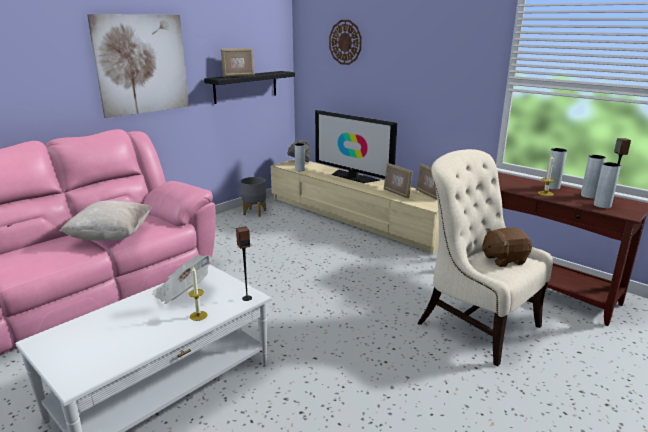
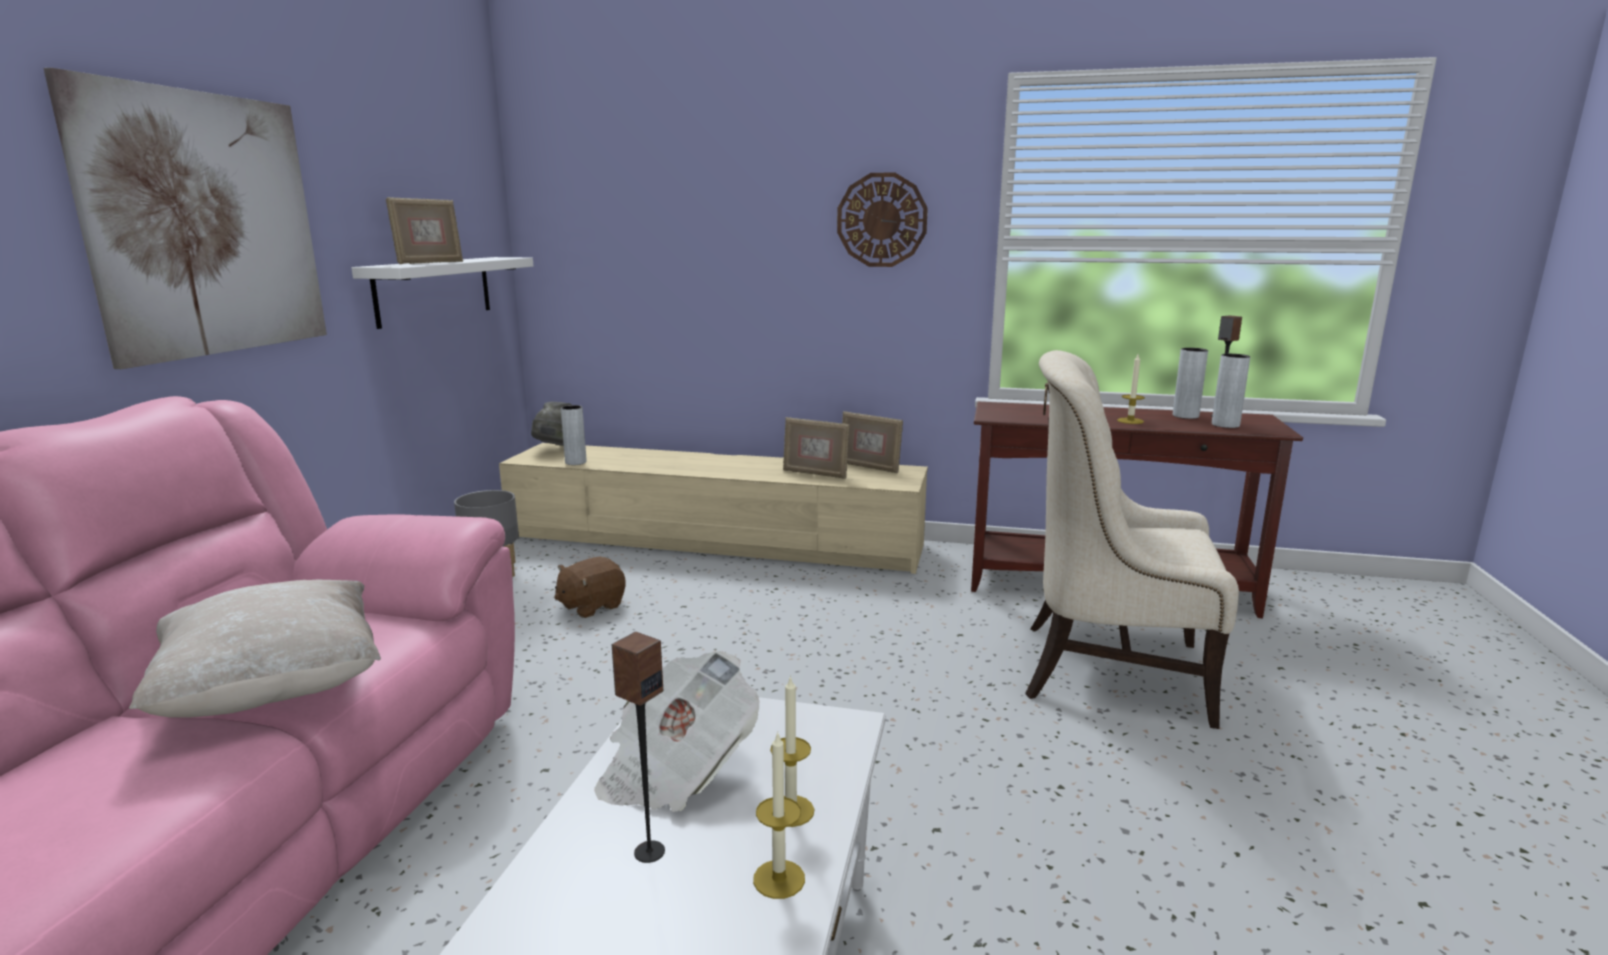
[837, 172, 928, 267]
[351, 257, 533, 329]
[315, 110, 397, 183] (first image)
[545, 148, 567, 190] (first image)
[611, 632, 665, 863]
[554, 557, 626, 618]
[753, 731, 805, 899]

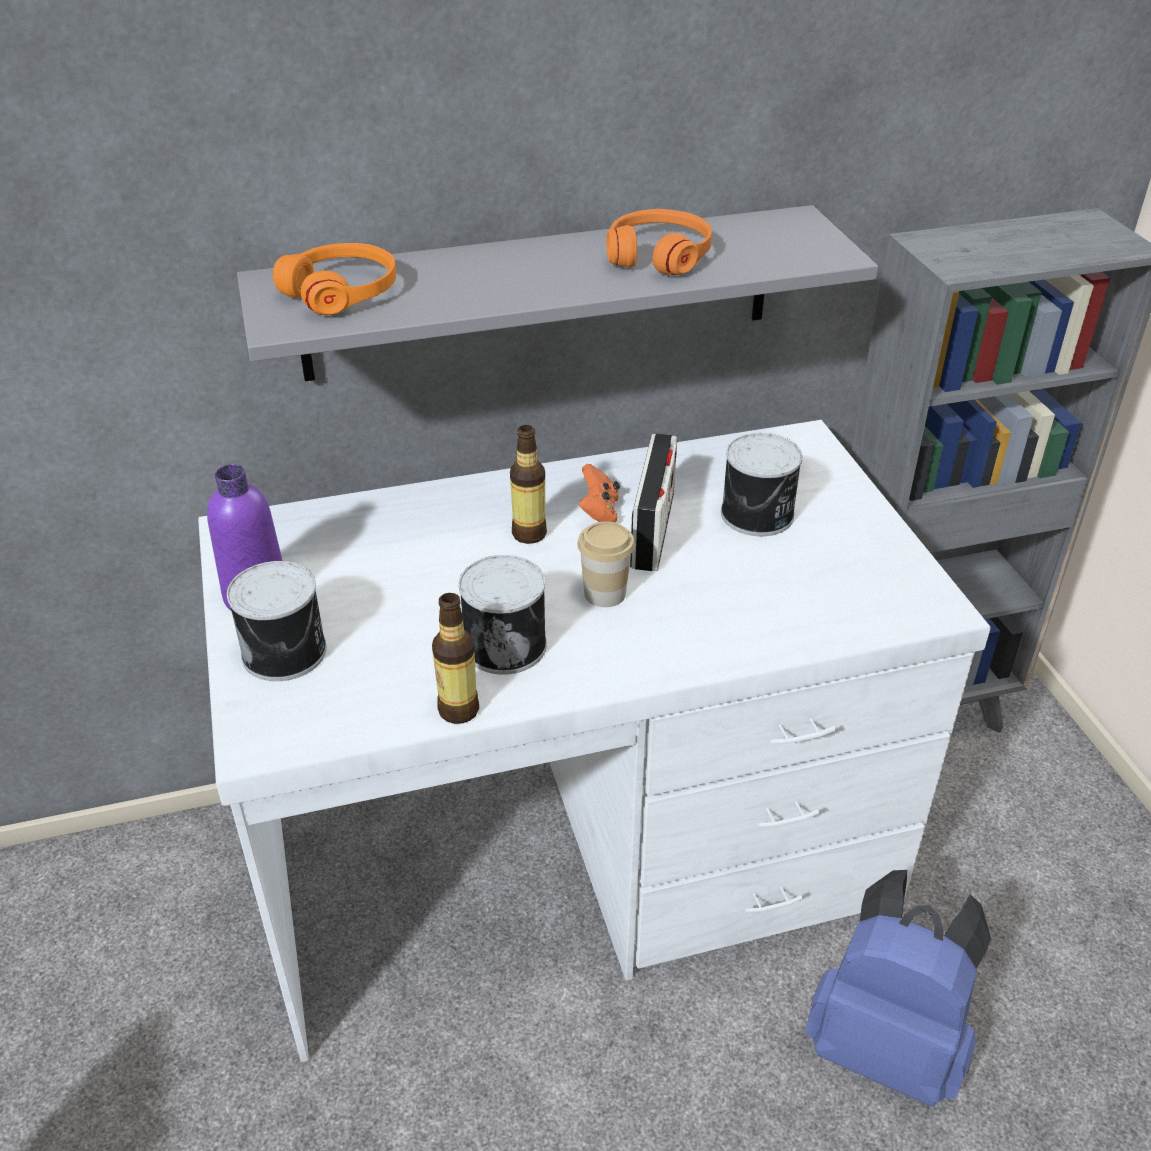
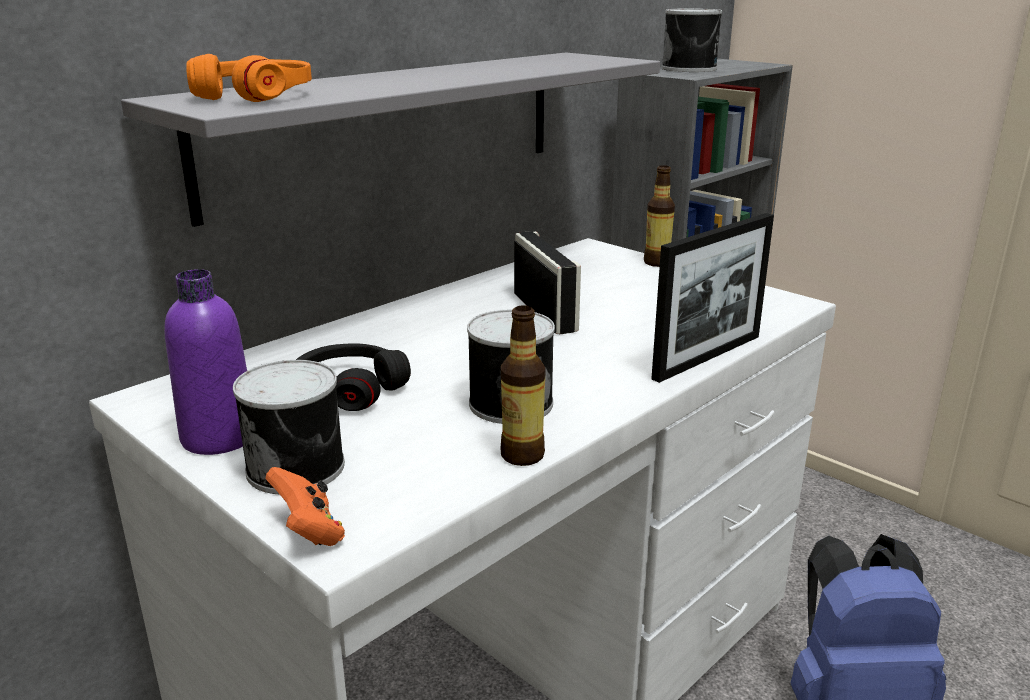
[606, 209, 712, 275] (first image)
[644, 165, 675, 267]
[661, 8, 722, 72]
[266, 467, 345, 546]
[577, 521, 635, 607] (first image)
[651, 213, 774, 383]
[296, 343, 411, 411]

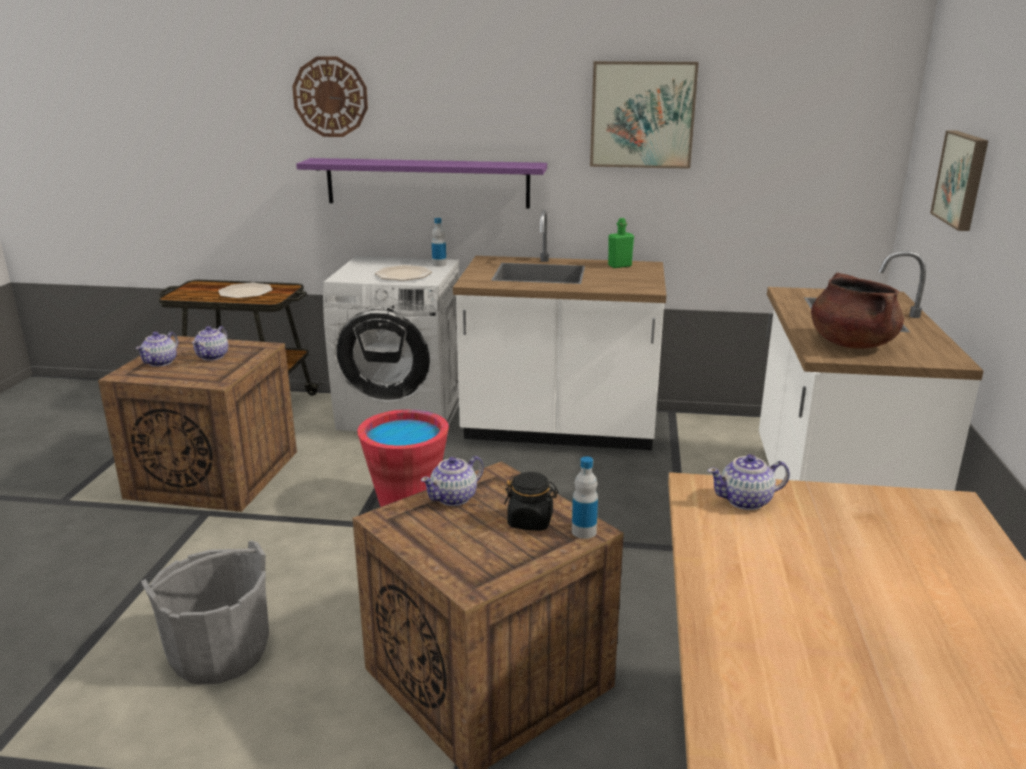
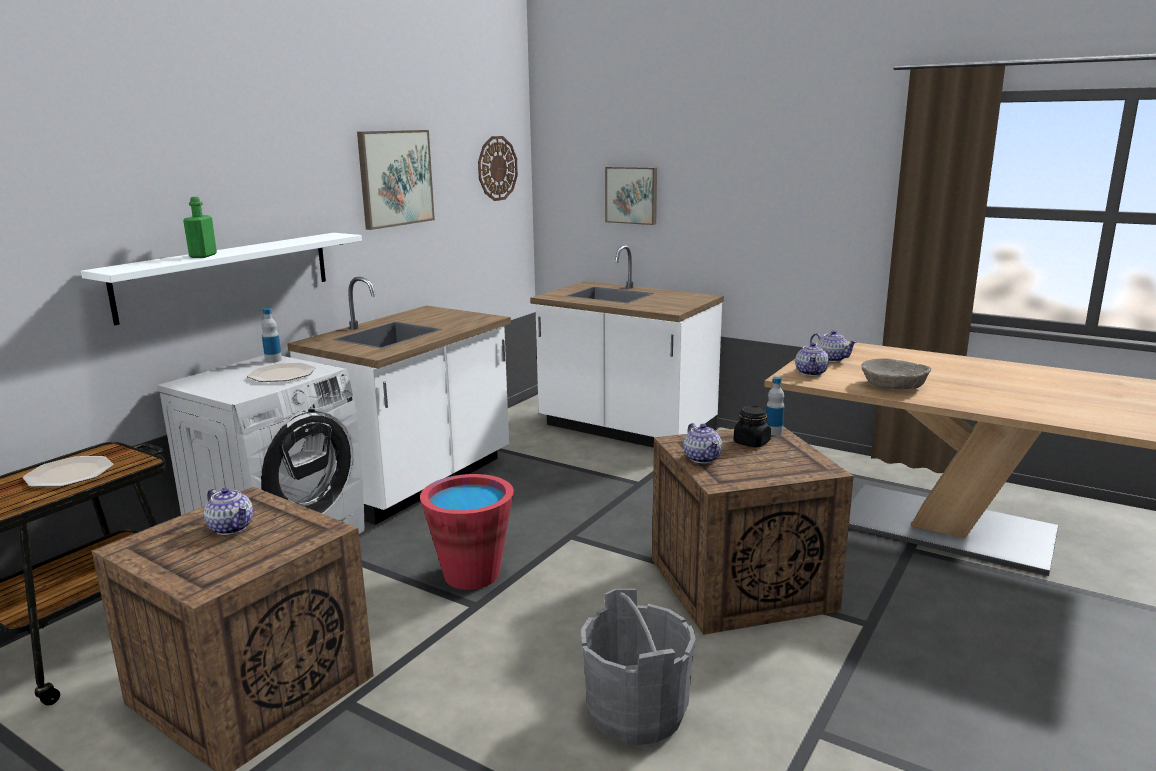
[478, 136, 518, 201]
[81, 233, 362, 325]
[183, 197, 217, 258]
[811, 272, 904, 349] (first image)
[810, 330, 857, 362]
[862, 358, 931, 389]

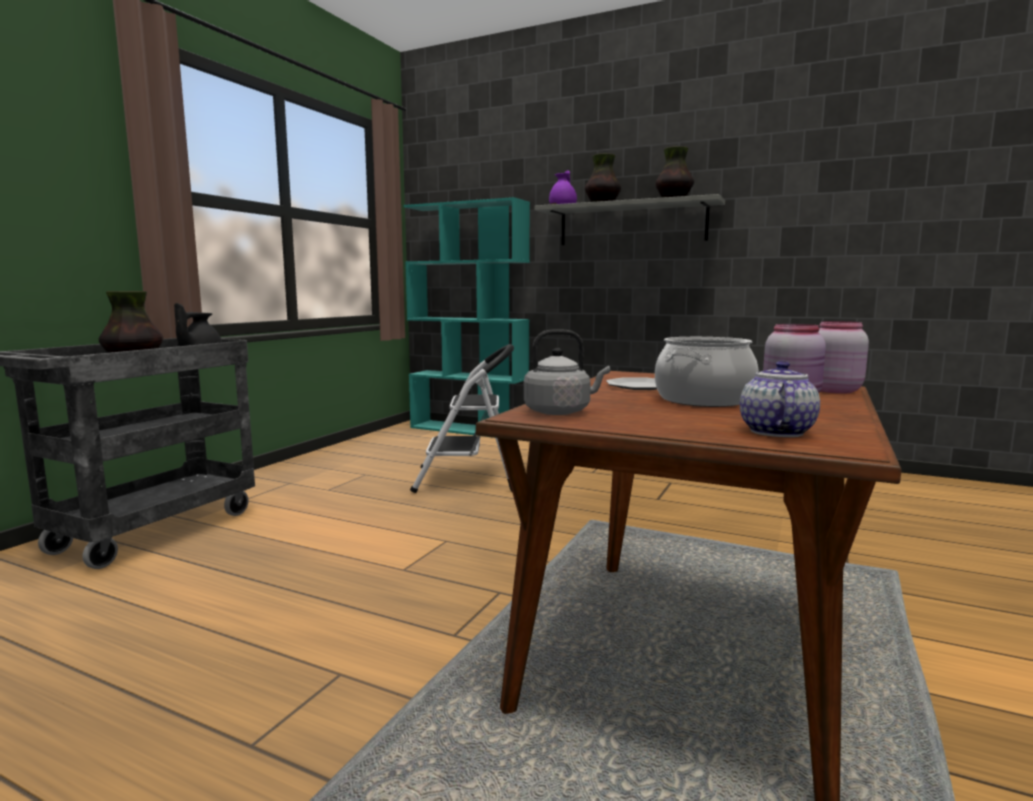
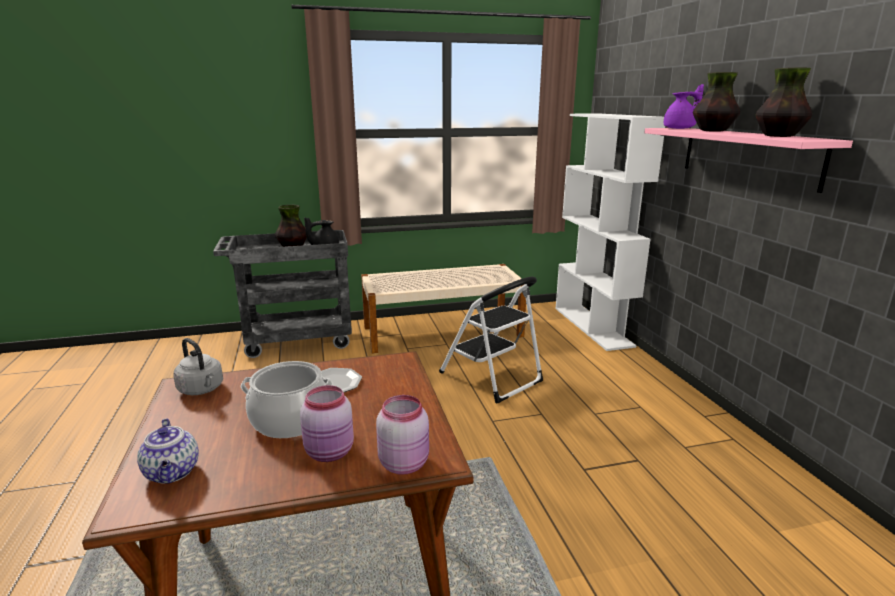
[644, 128, 853, 193]
[556, 113, 665, 351]
[137, 418, 199, 484]
[361, 264, 526, 354]

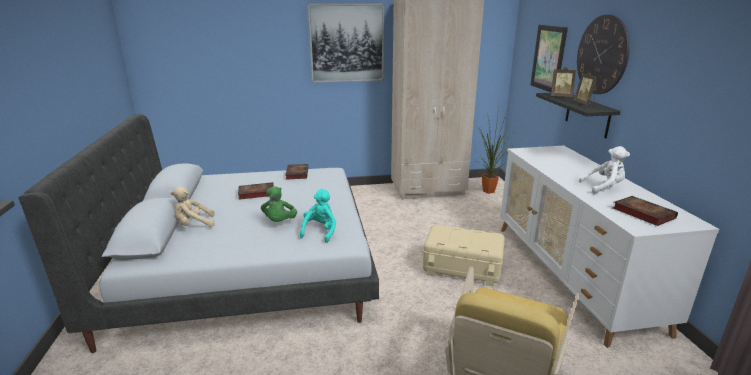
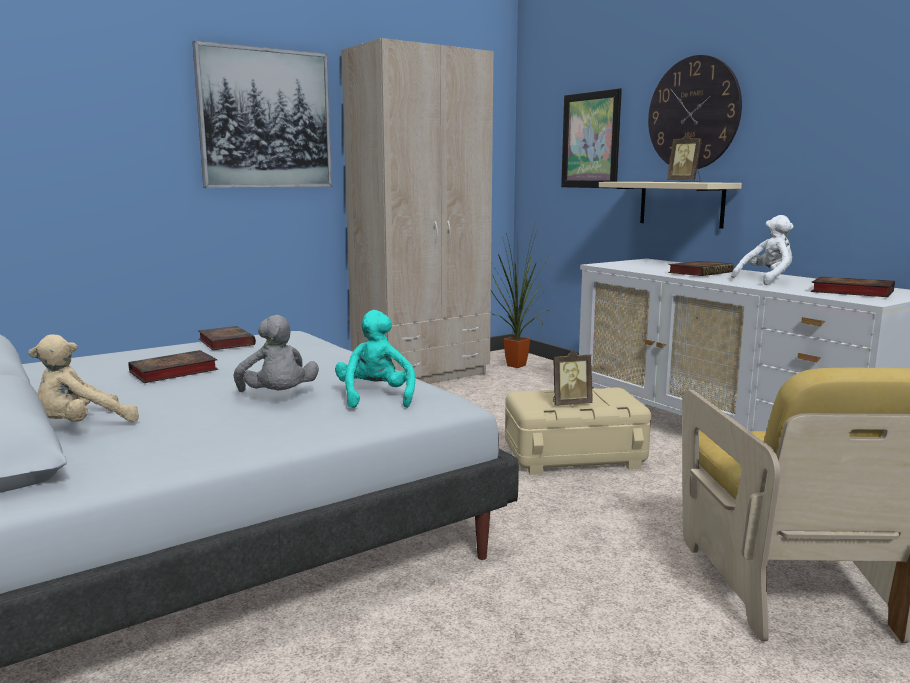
[553, 350, 593, 406]
[599, 182, 742, 229]
[234, 315, 319, 392]
[668, 261, 734, 276]

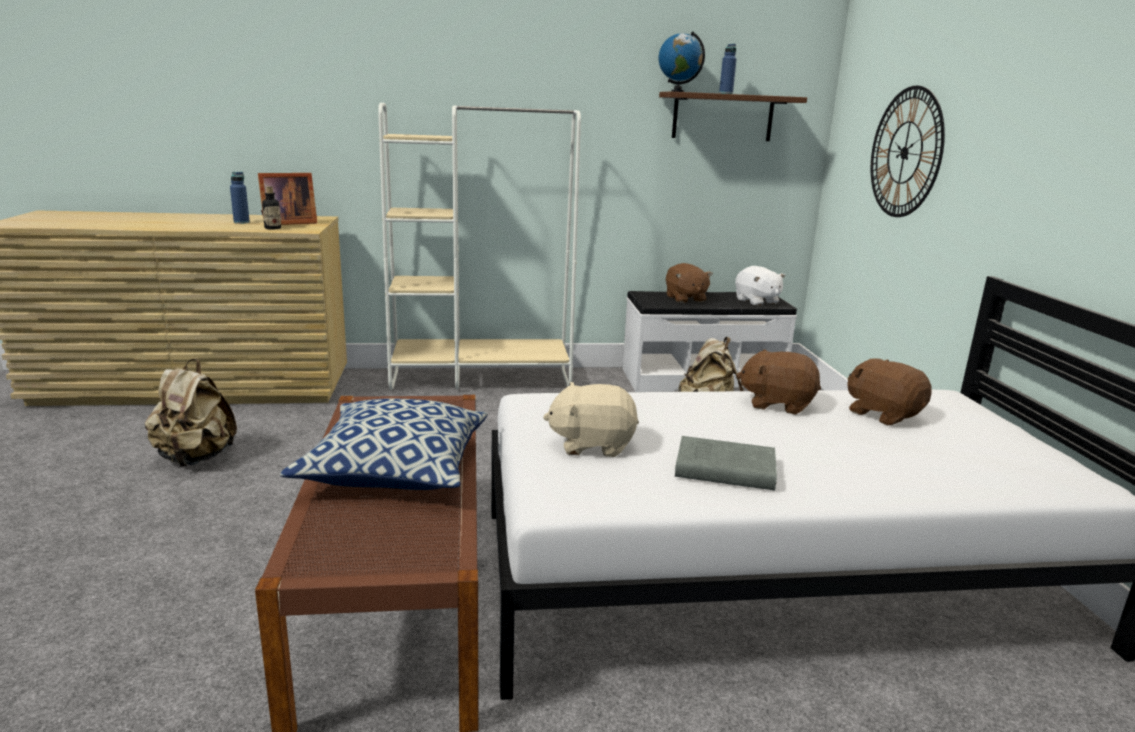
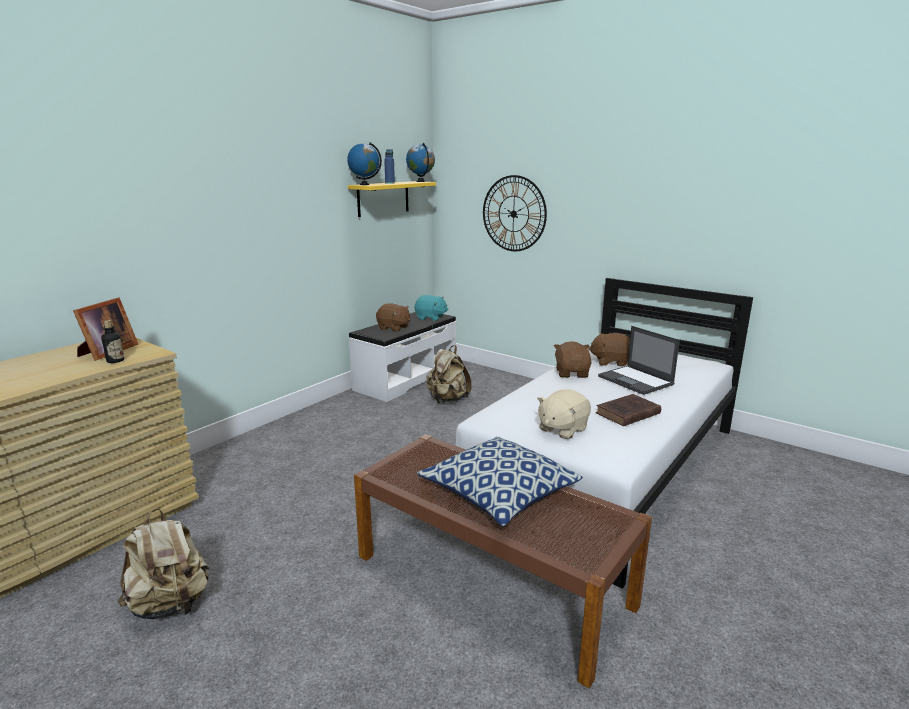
[348, 181, 436, 217]
[378, 103, 581, 390] (first image)
[230, 172, 250, 224] (first image)
[415, 295, 448, 321]
[554, 341, 592, 378]
[596, 394, 661, 426]
[406, 143, 435, 182]
[598, 326, 680, 395]

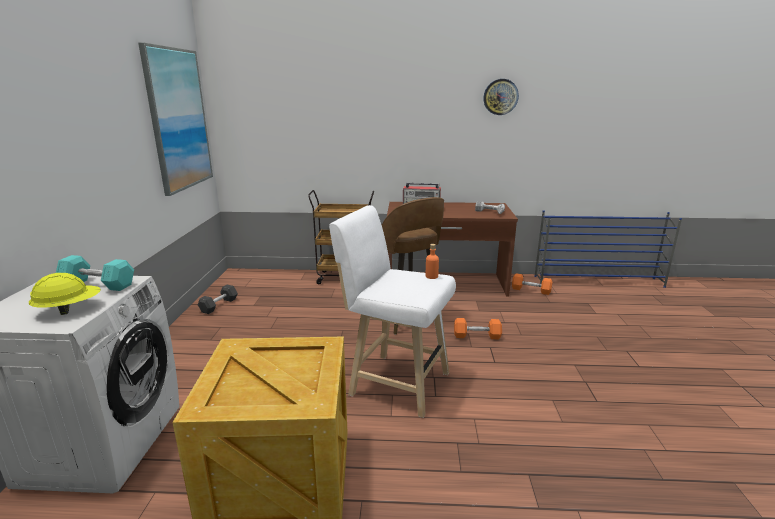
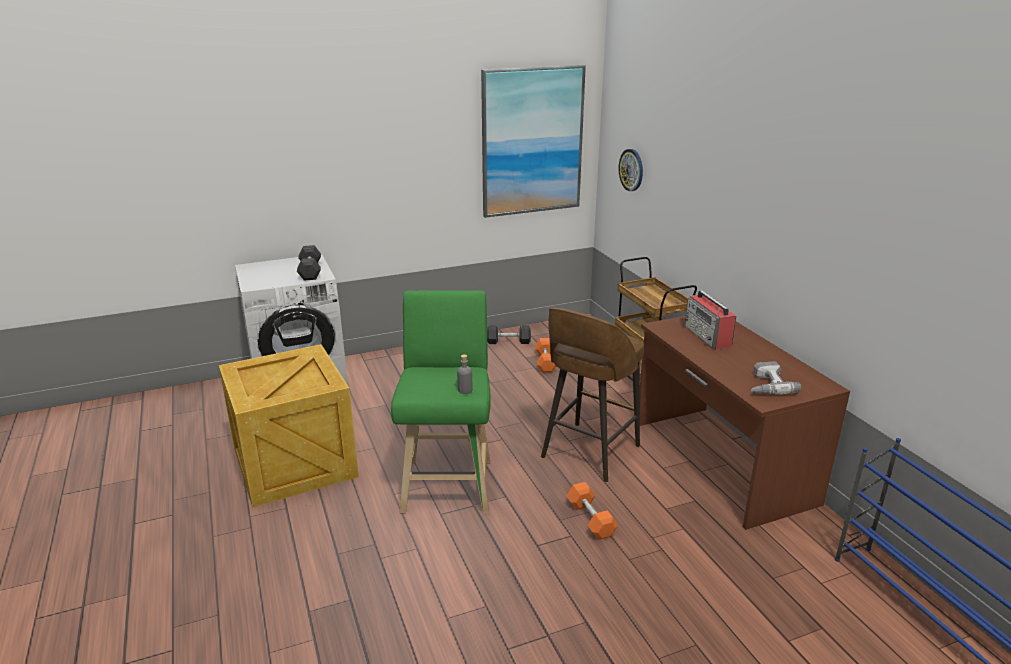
[619, 149, 643, 191]
[391, 290, 491, 514]
[457, 355, 473, 394]
[297, 245, 321, 281]
[29, 273, 101, 315] (first image)
[535, 338, 556, 373]

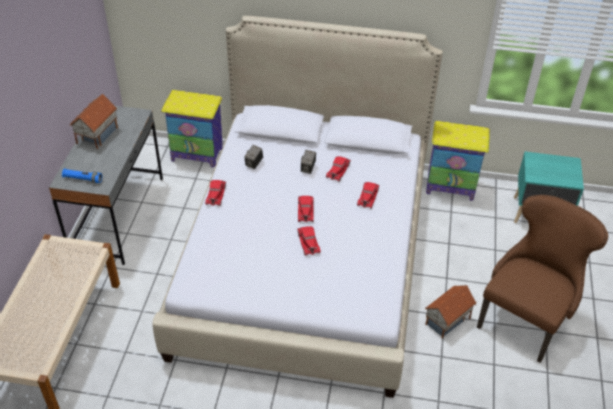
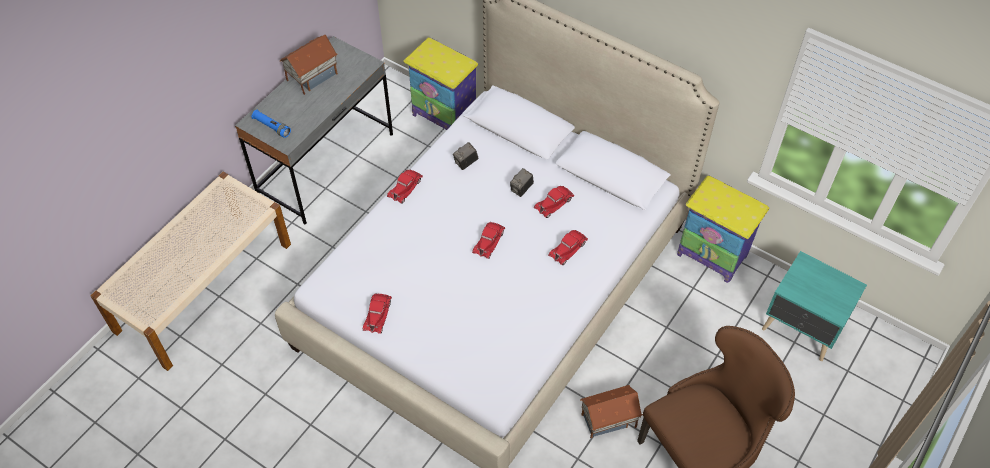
[362, 293, 392, 334]

